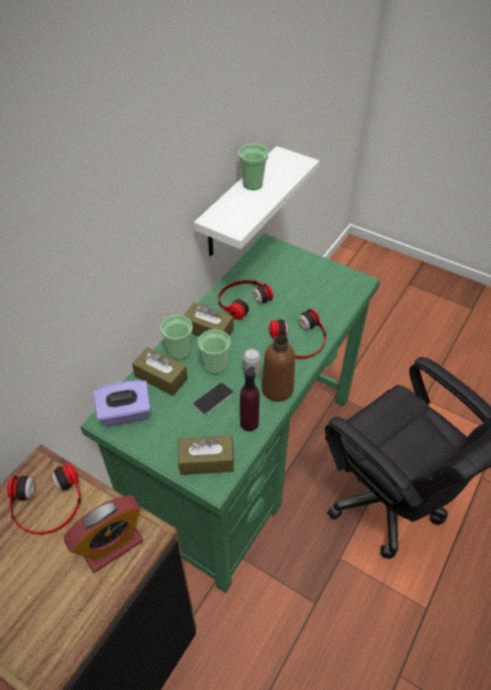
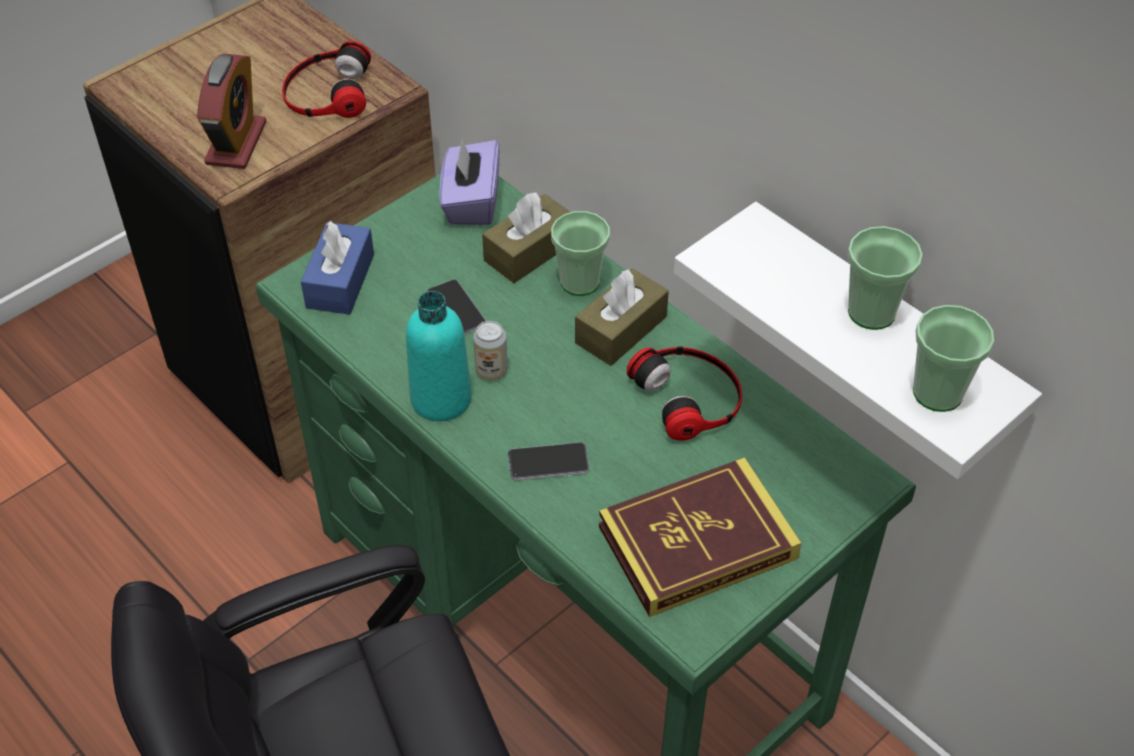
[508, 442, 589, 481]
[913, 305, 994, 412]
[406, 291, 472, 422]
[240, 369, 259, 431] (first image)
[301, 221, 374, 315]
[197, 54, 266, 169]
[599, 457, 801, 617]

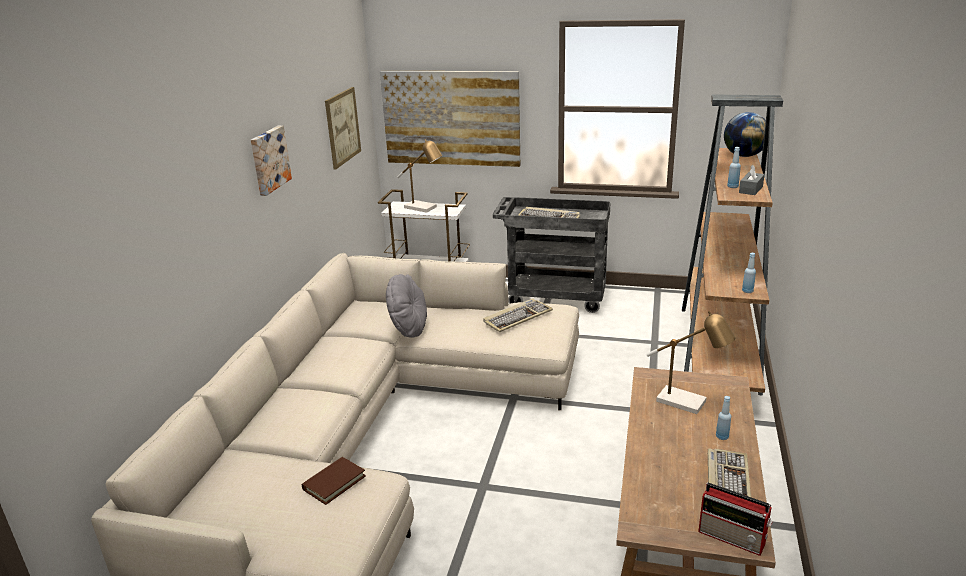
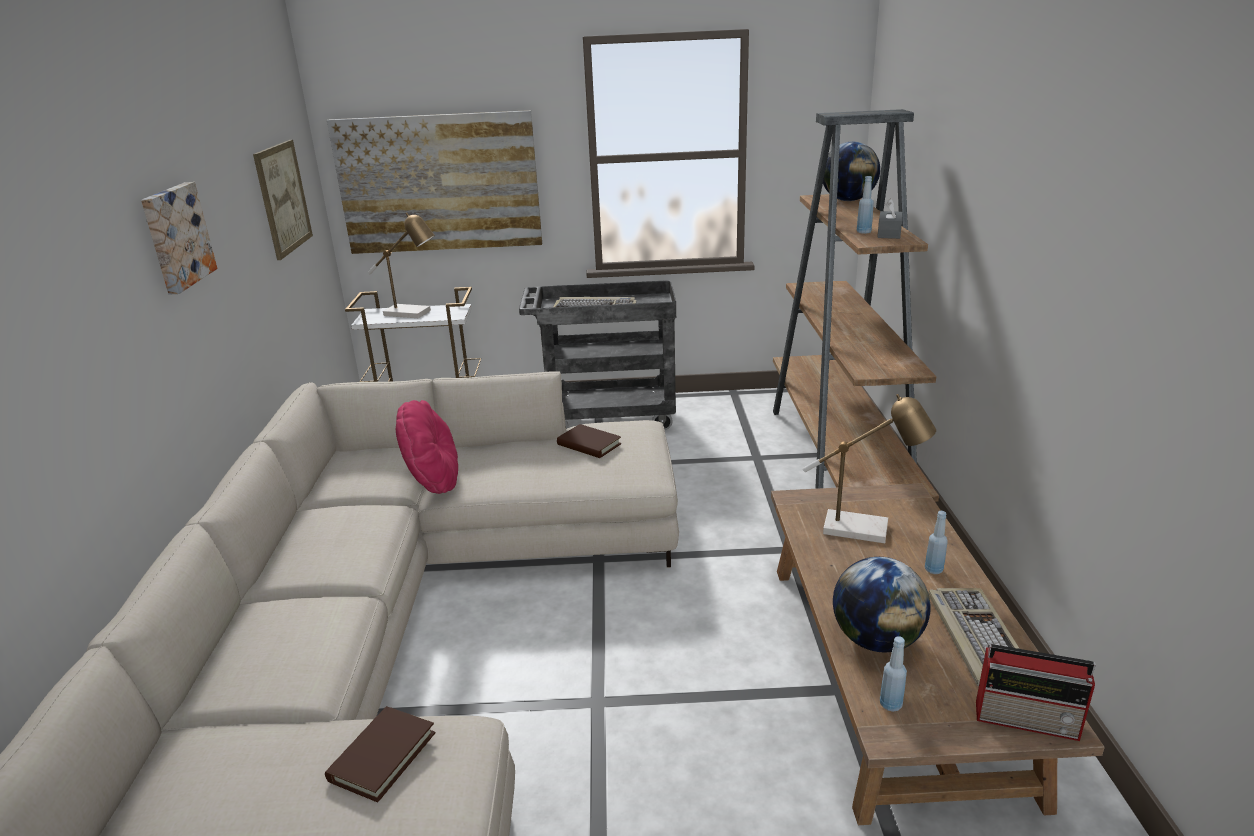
[880, 636, 907, 712]
[396, 400, 458, 494]
[557, 424, 621, 458]
[833, 557, 931, 652]

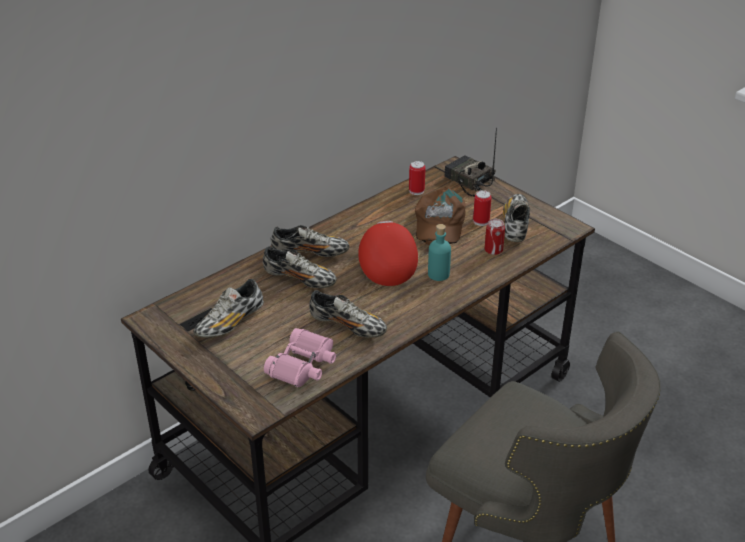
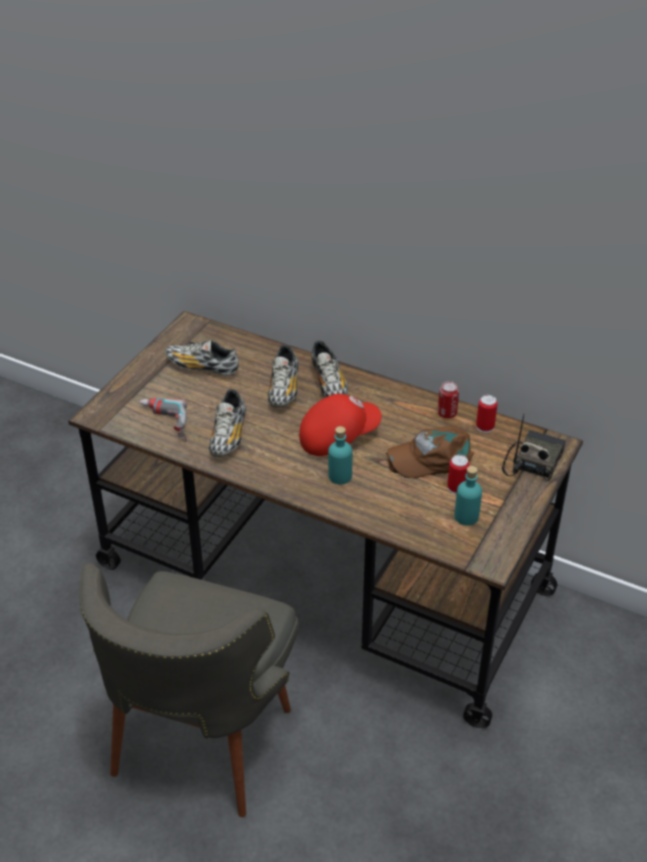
[454, 466, 482, 526]
[438, 381, 459, 419]
[139, 397, 187, 442]

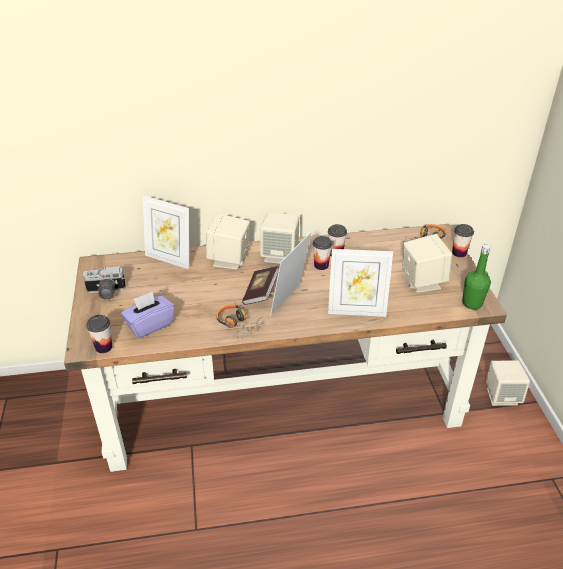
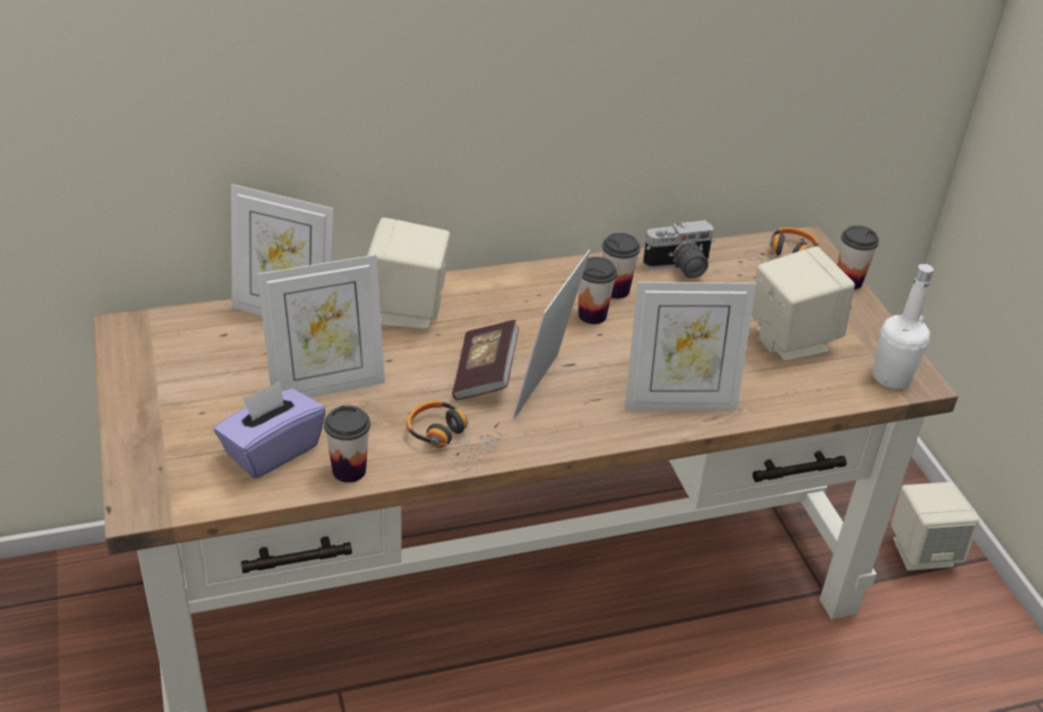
[260, 212, 299, 264] (first image)
[873, 264, 934, 389]
[643, 220, 715, 278]
[324, 405, 370, 483]
[257, 255, 385, 398]

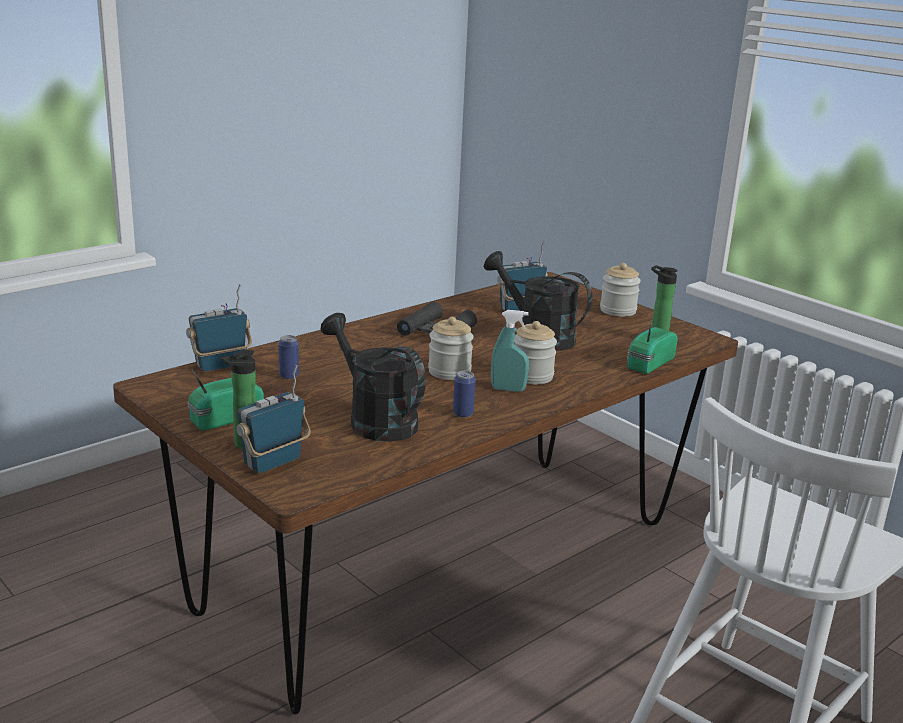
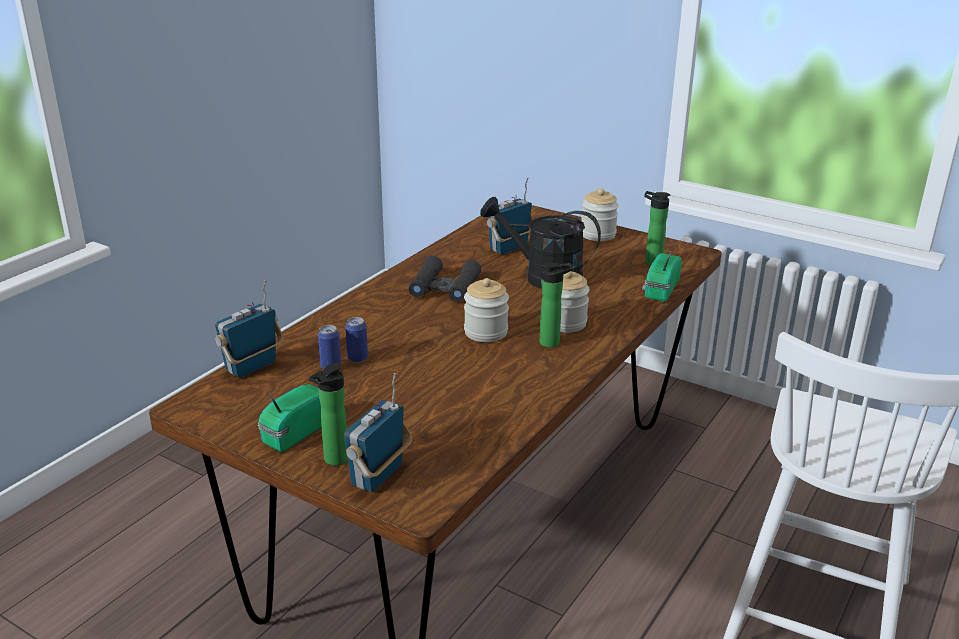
[539, 262, 572, 348]
[320, 313, 426, 442] (first image)
[345, 317, 368, 363]

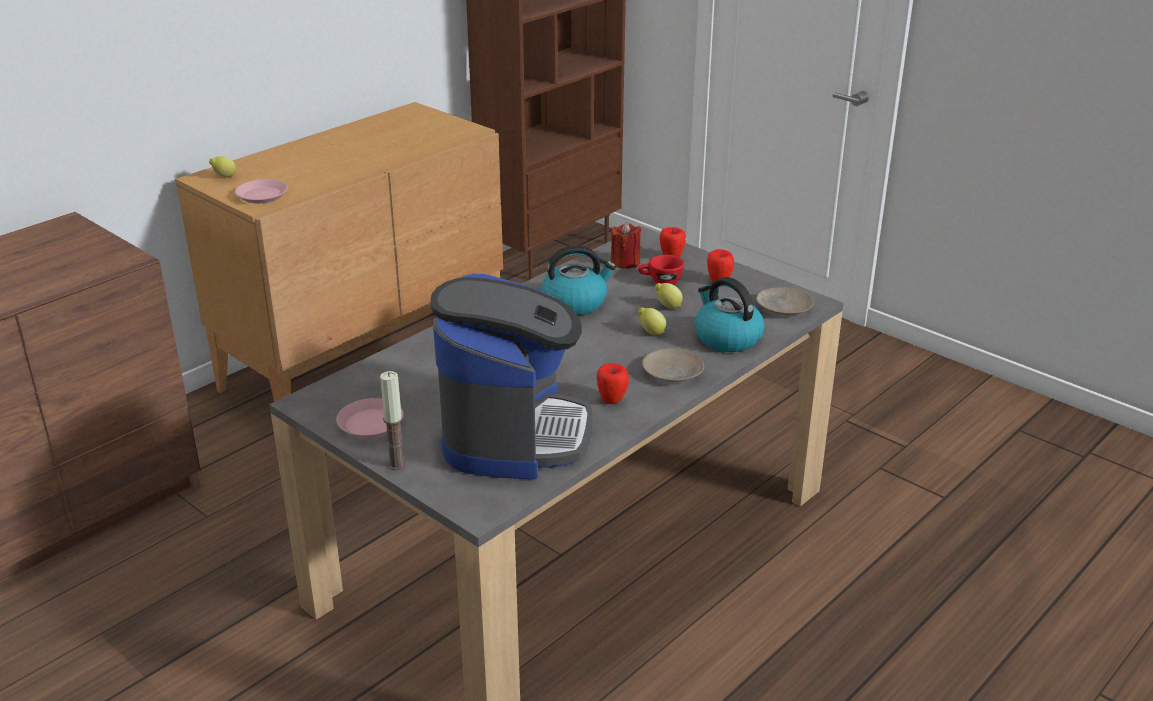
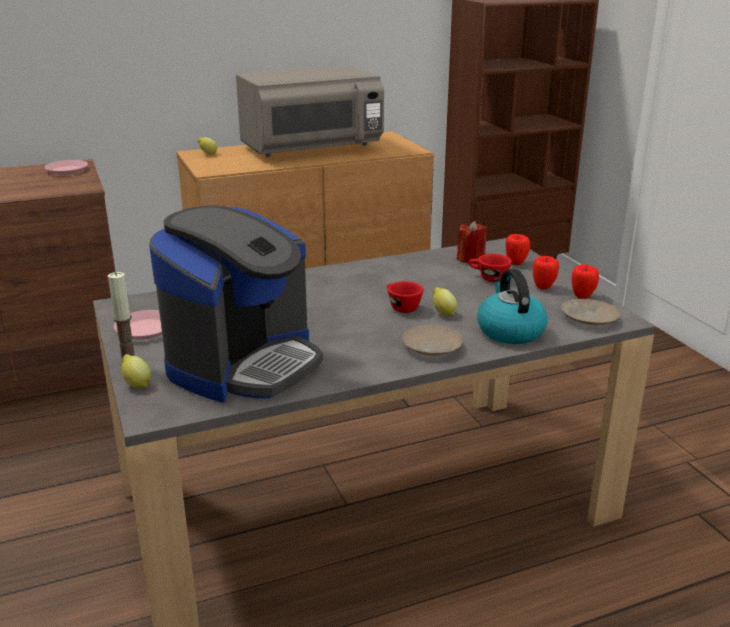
[45, 160, 88, 175]
[541, 245, 616, 315] (first image)
[121, 354, 151, 388]
[572, 264, 599, 299]
[236, 66, 384, 157]
[387, 281, 423, 313]

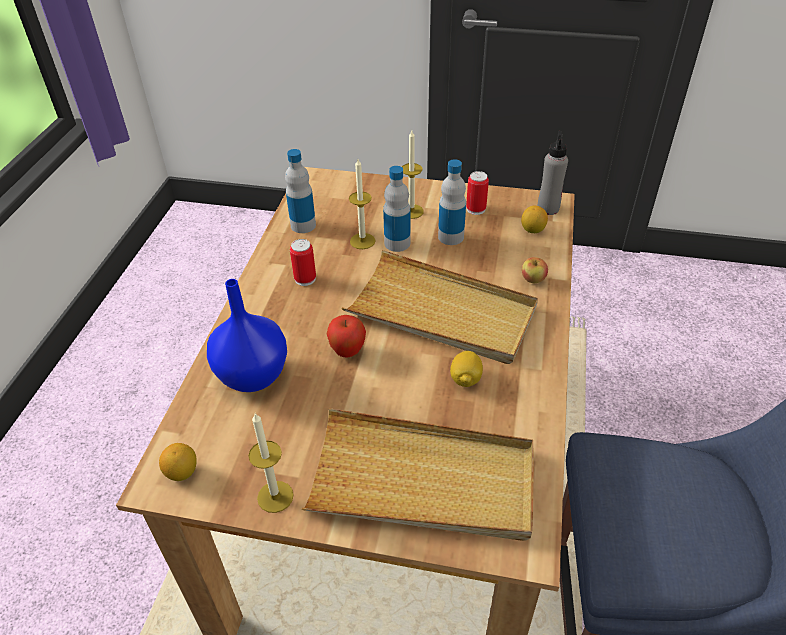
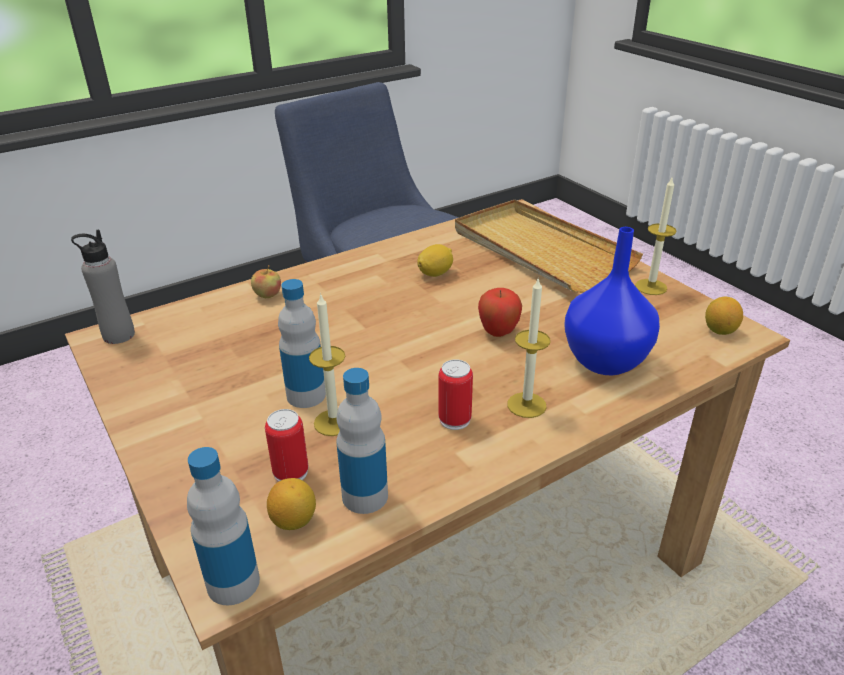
[507, 277, 551, 418]
[187, 447, 260, 605]
[265, 409, 308, 482]
[267, 478, 316, 530]
[342, 250, 538, 364] (first image)

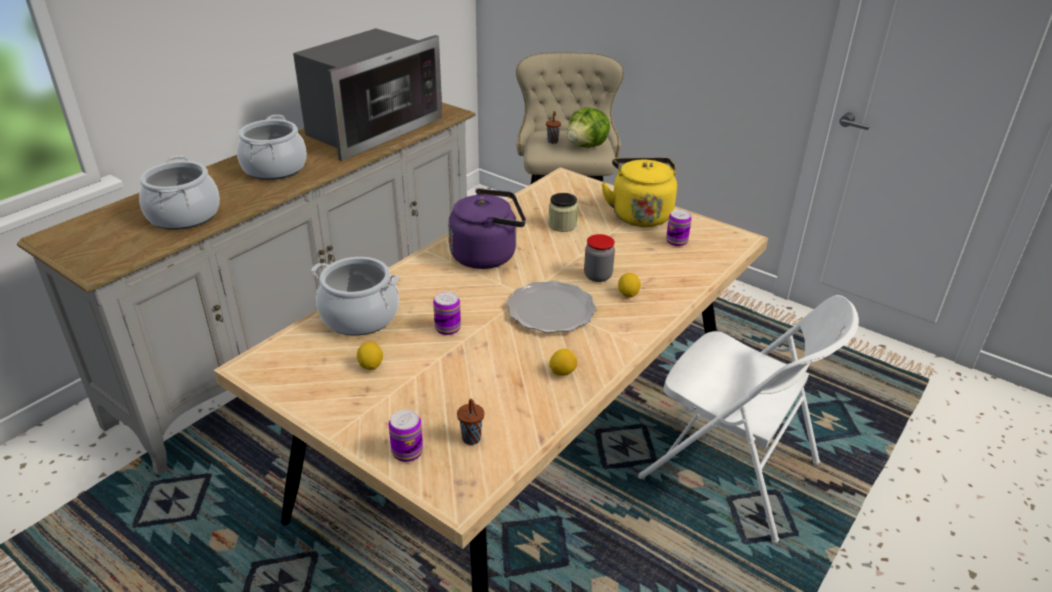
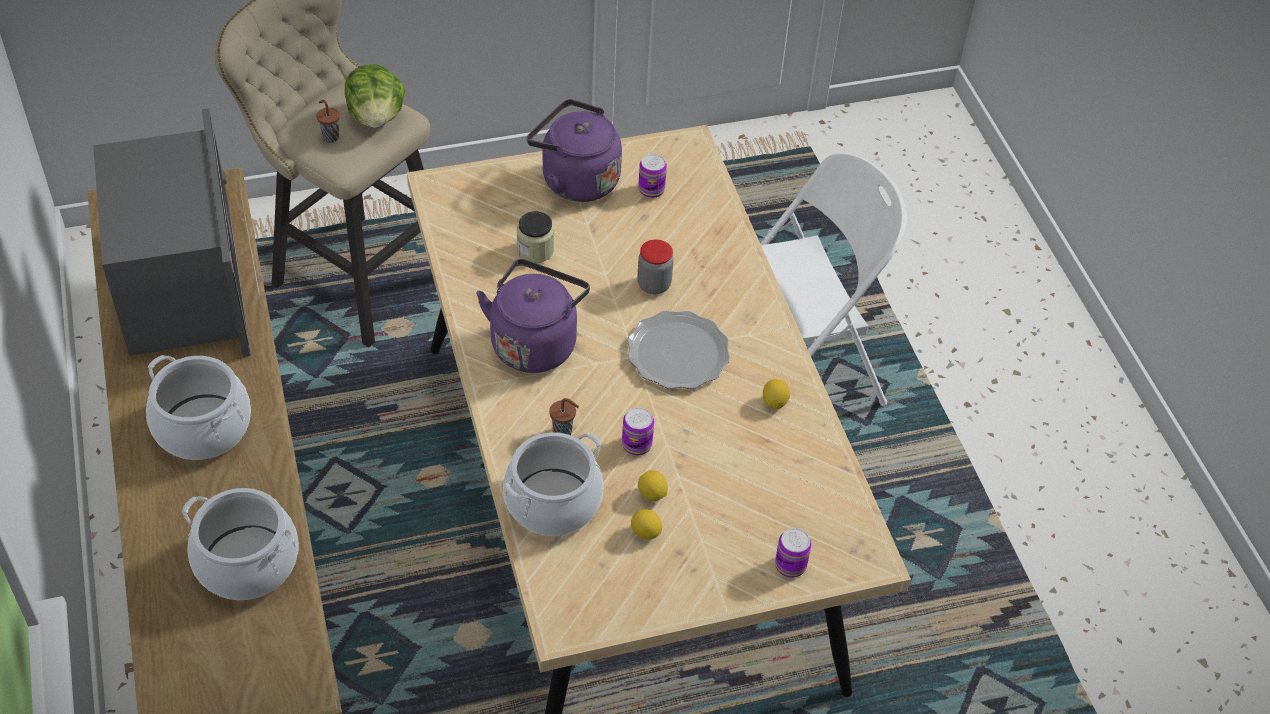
[527, 99, 622, 202]
[638, 470, 668, 501]
[549, 398, 579, 435]

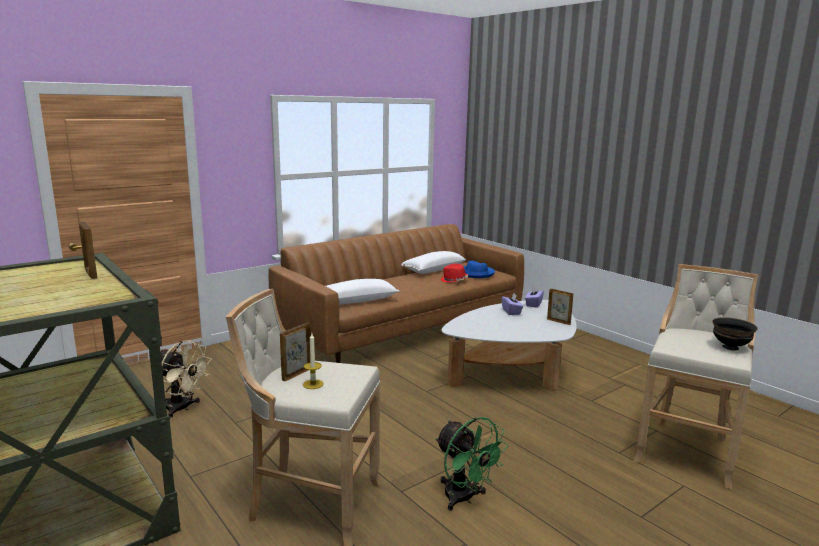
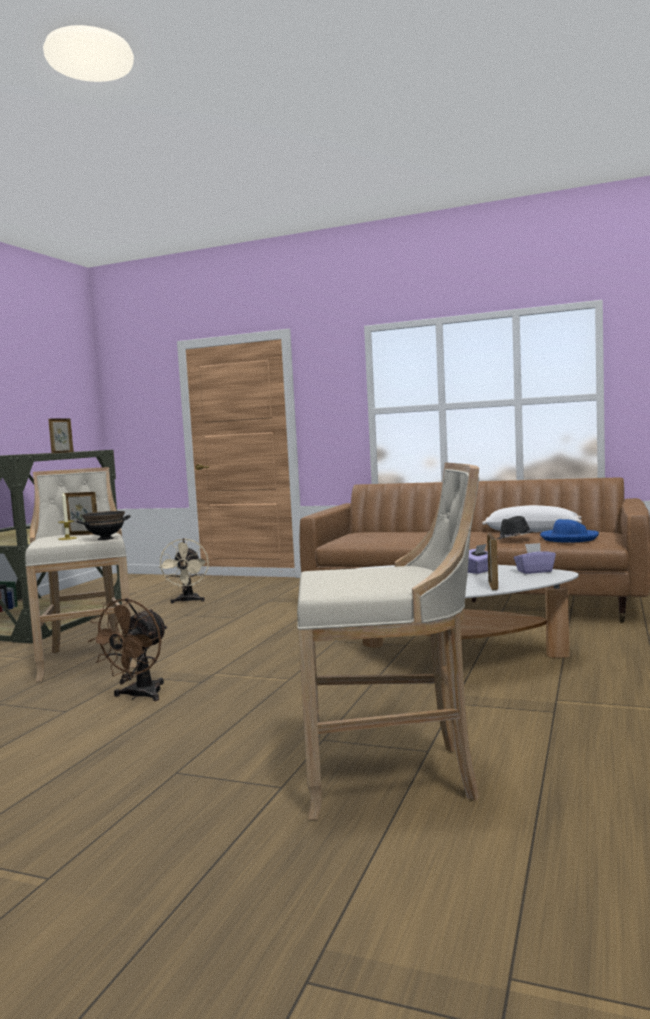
[497, 516, 533, 539]
[326, 279, 399, 304] (first image)
[76, 511, 131, 540]
[88, 598, 167, 701]

